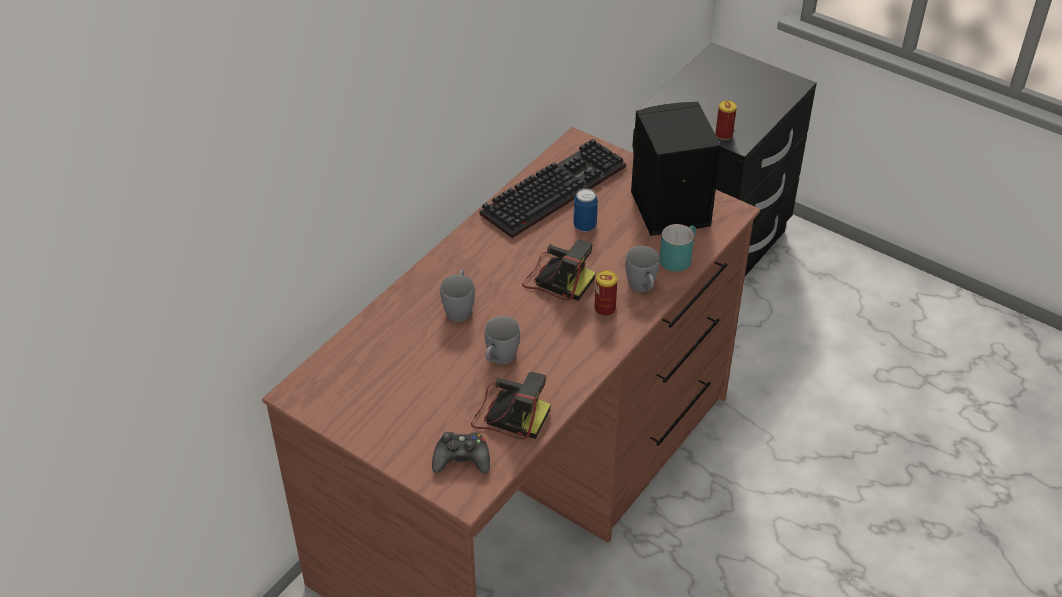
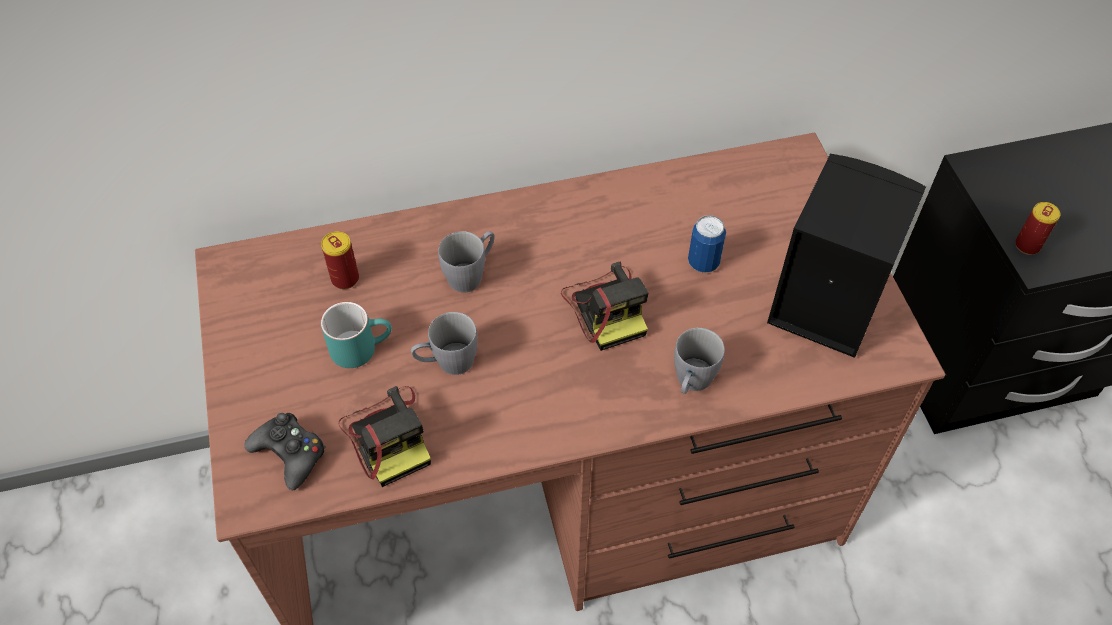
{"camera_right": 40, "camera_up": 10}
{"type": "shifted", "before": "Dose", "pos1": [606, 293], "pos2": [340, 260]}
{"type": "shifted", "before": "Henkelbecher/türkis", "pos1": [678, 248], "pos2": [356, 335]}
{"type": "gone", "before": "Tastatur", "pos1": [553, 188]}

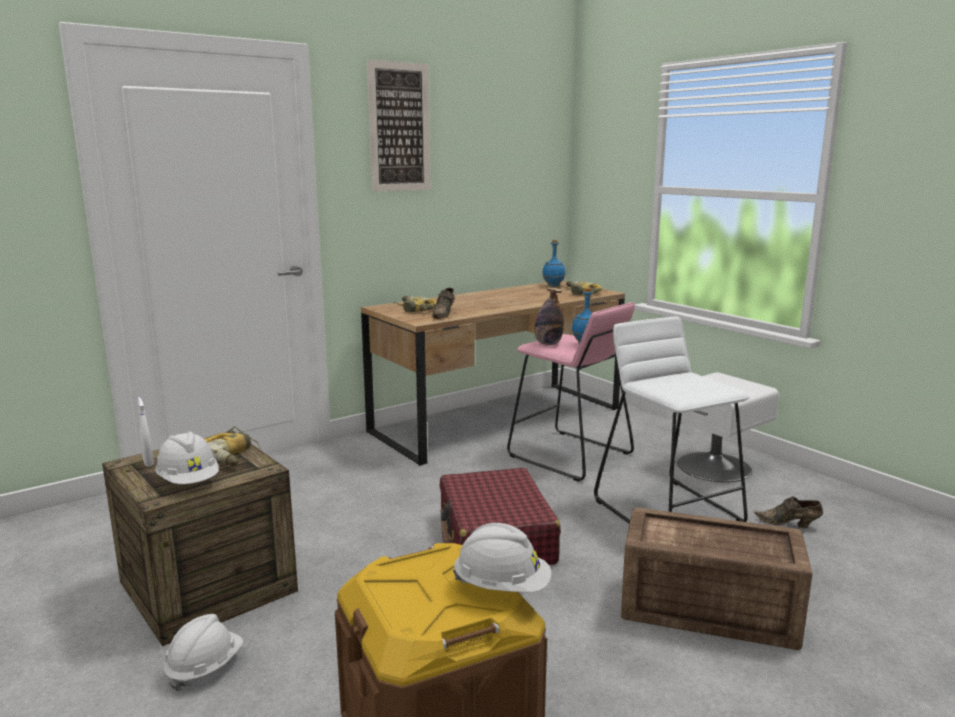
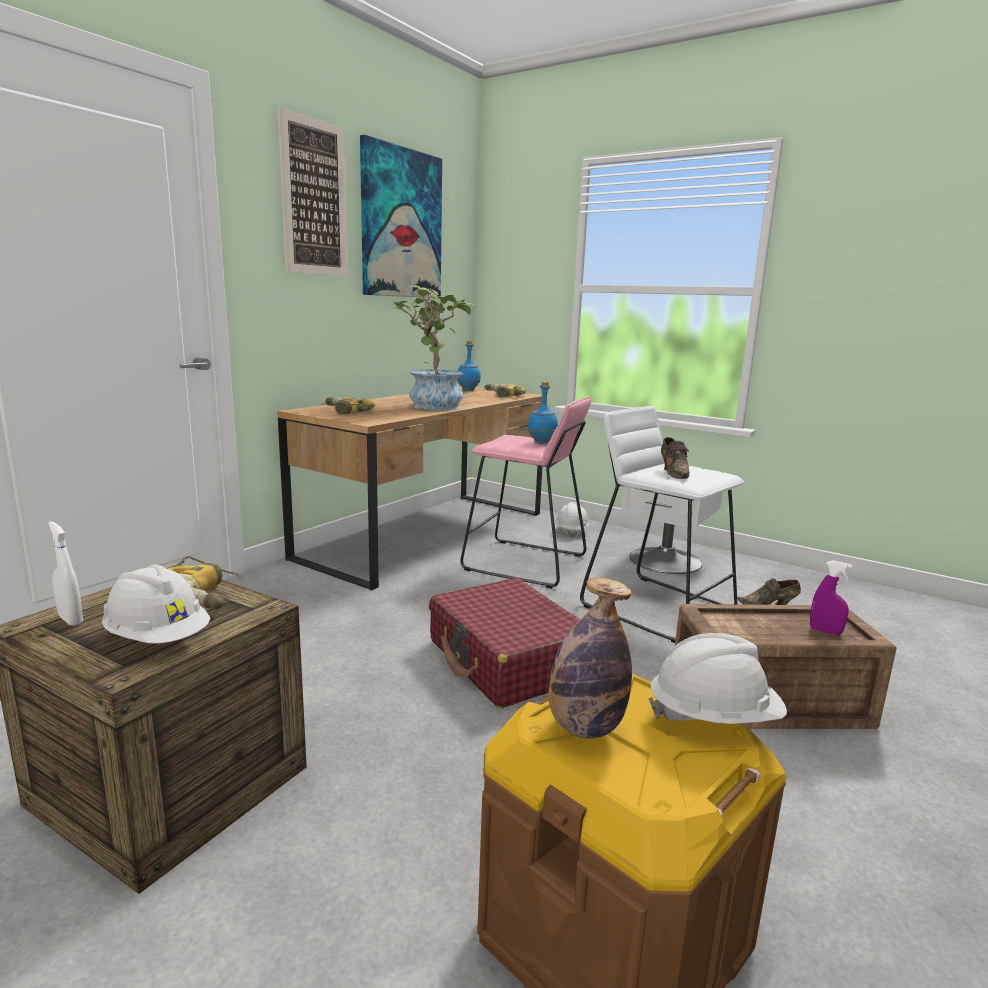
{"camera_right": -20, "camera_up": 0}
{"type": "new", "after": "Bild", "pos2": [401, 216]}
{"type": "new", "after": "Topfpflanze", "pos2": [430, 347]}
{"type": "shifted", "before": "Flasche", "pos1": [549, 316], "pos2": [590, 658]}
{"type": "shifted", "before": "Schutzhelm/weiß", "pos1": [203, 652], "pos2": [572, 520]}
{"type": "shifted", "before": "Schuh/braun", "pos1": [443, 303], "pos2": [675, 458]}
{"type": "new", "after": "Sprühflasche/lila", "pos2": [831, 597]}

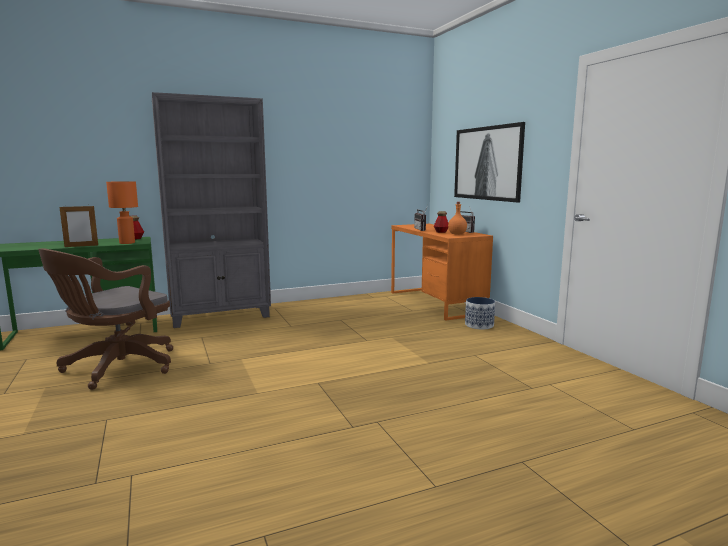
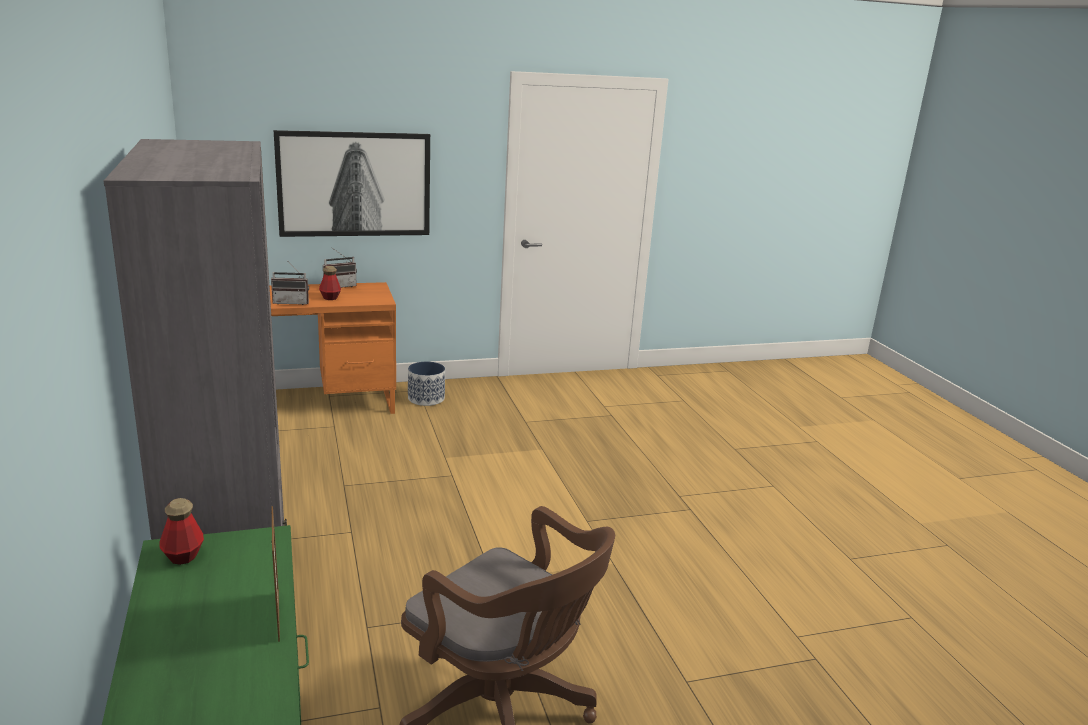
{"camera_right": -85, "camera_up": 10}
{"type": "gone", "before": "Tischlampe/orange", "pos1": [122, 212]}
{"type": "gone", "before": "Flasche/orange", "pos1": [457, 218]}

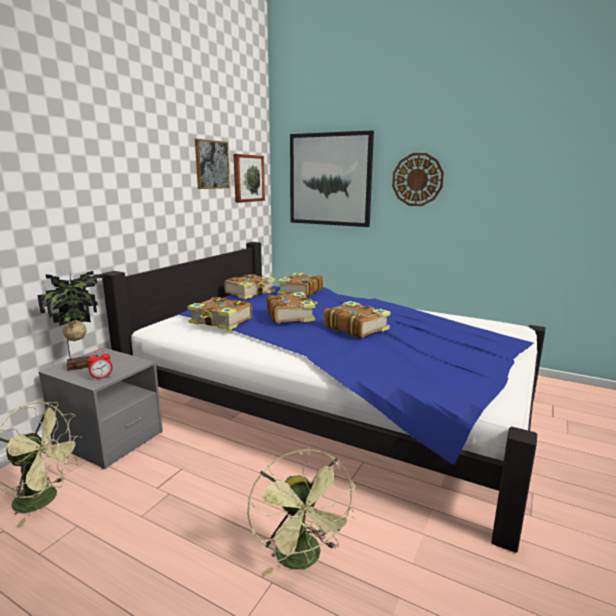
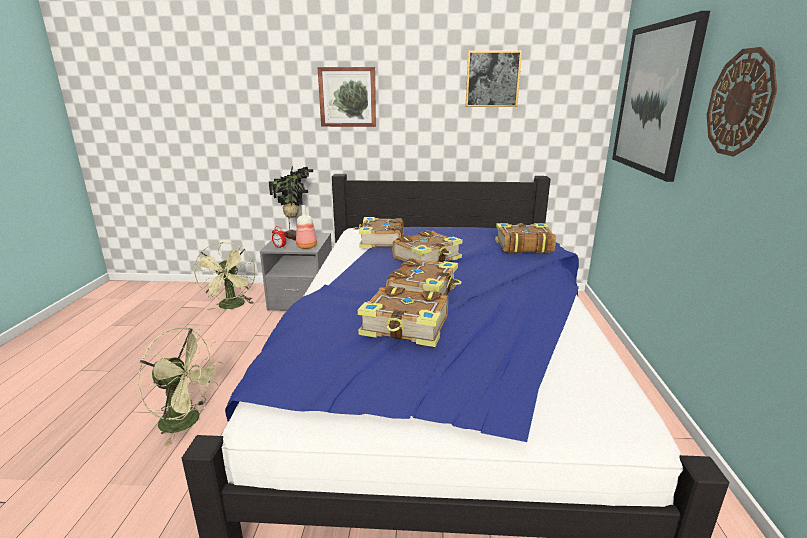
{"camera_right": 65, "camera_up": 5}
{"type": "rotated", "before": "Ventilator/grün", "pos1": [302, 513], "pos2": [180, 386], "turn": -120}
{"type": "new", "after": "Flasche", "pos2": [306, 227]}
{"type": "shifted", "before": "Bild", "pos1": [249, 178], "pos2": [347, 97]}
{"type": "shifted", "before": "Buch", "pos1": [249, 286], "pos2": [403, 316]}

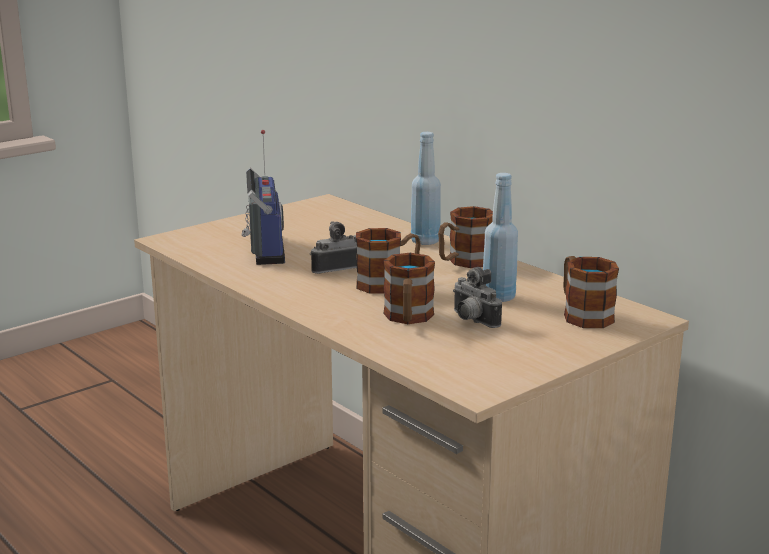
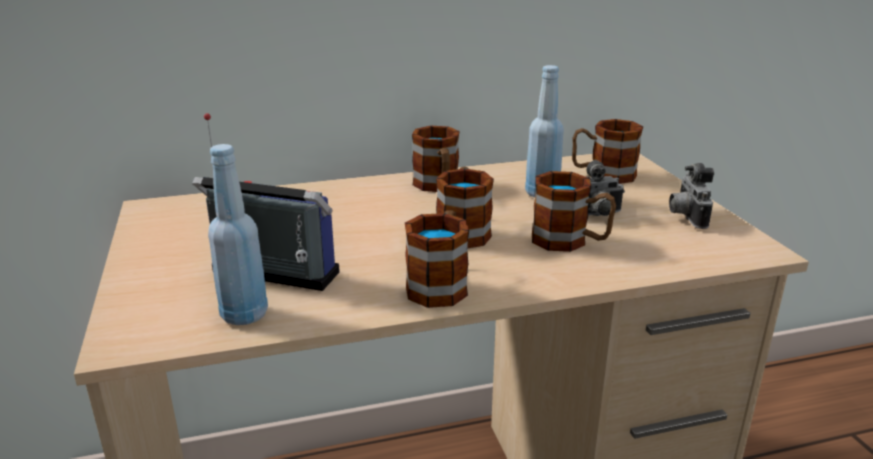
{"camera_right": -65, "camera_up": 5}
{"type": "shifted", "before": "Flasche/blau", "pos1": [426, 188], "pos2": [238, 234]}
{"type": "new", "after": "Henkelbecher", "pos2": [437, 259]}
{"type": "shifted", "before": "Kamera", "pos1": [333, 247], "pos2": [691, 196]}

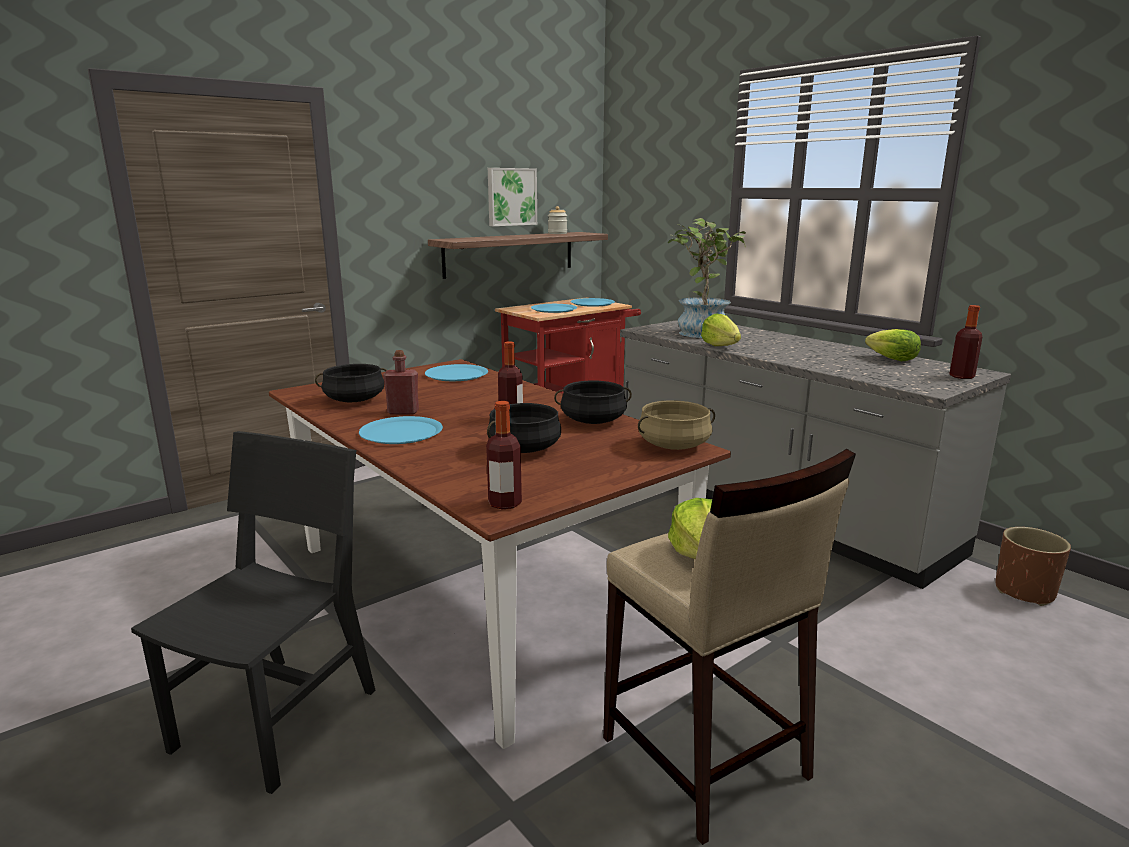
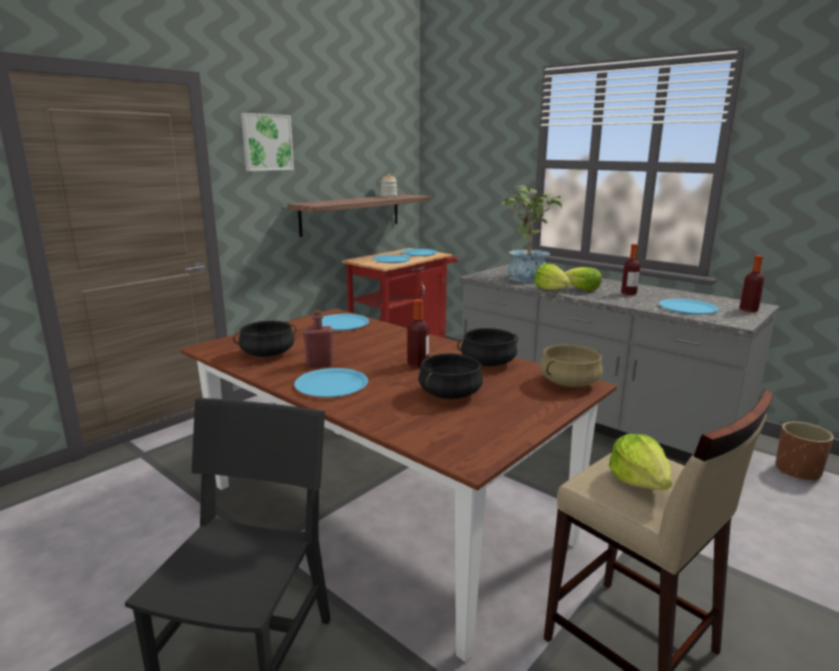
{"camera_right": -10, "camera_up": 0}
{"type": "shifted", "before": "Bild", "pos1": [512, 197], "pos2": [267, 142]}
{"type": "shifted", "before": "Salatkopf", "pos1": [893, 345], "pos2": [583, 279]}
{"type": "shifted", "before": "Flasche", "pos1": [504, 455], "pos2": [630, 269]}
{"type": "new", "after": "Teller/blau", "pos2": [689, 307]}

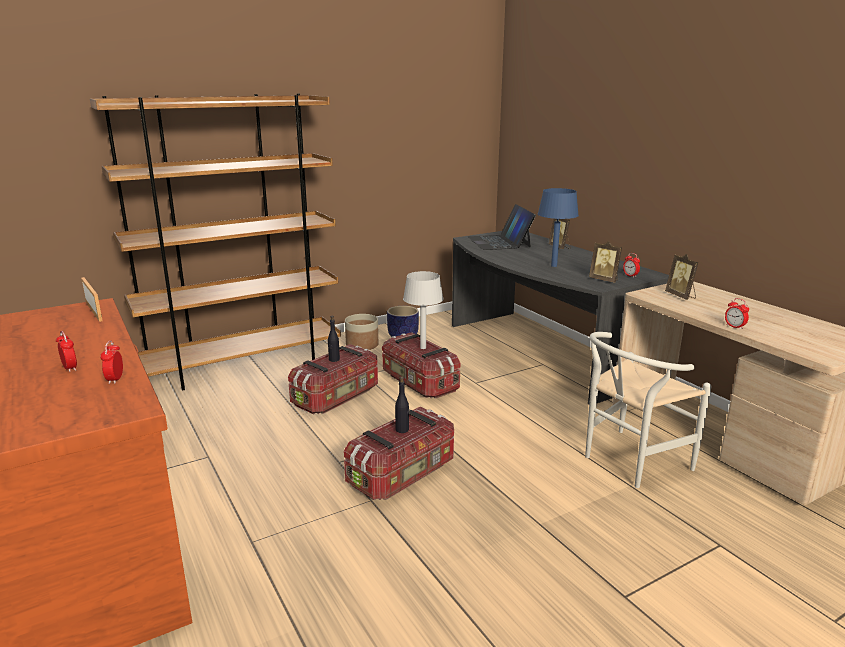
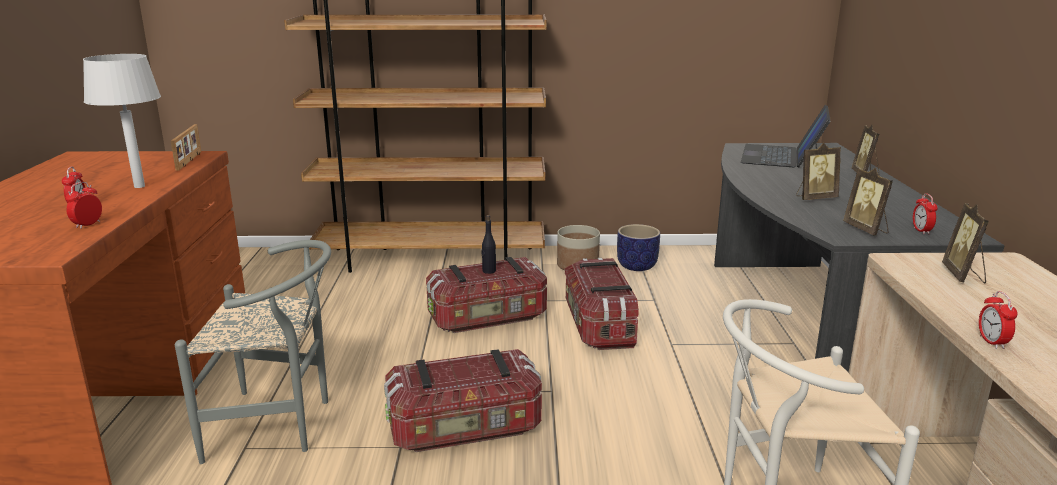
{"camera_right": 30, "camera_up": 0}
{"type": "shifted", "before": "Tischlampe/grau", "pos1": [423, 310], "pos2": [122, 121]}
{"type": "new", "after": "Stuhl/grau", "pos2": [253, 352]}
{"type": "swapped", "before": "Tischlampe/blau", "after": "Bilderrahmen", "pos1": [558, 227], "pos2": [818, 171]}
{"type": "gone", "before": "Flasche/schwarz", "pos1": [402, 404]}

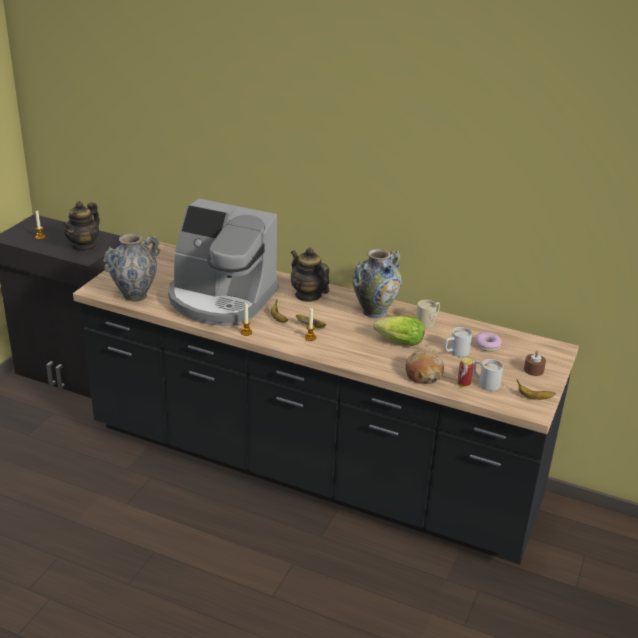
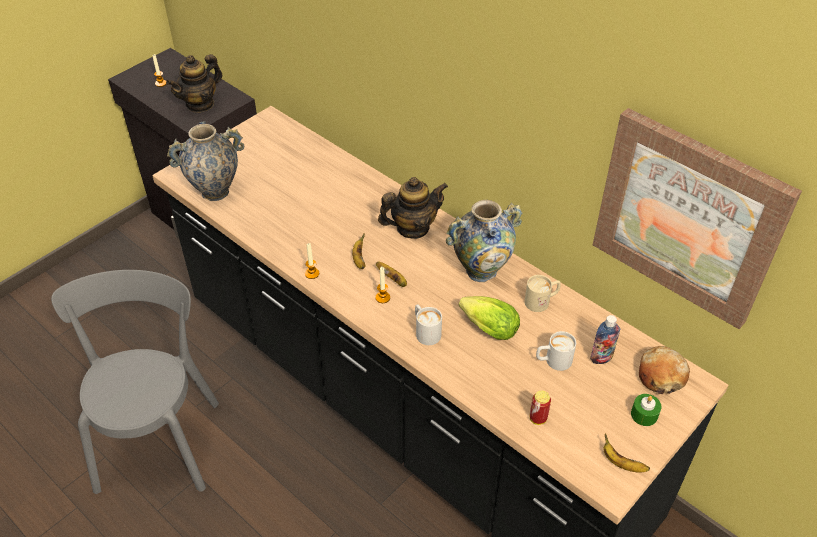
{"camera_right": 20, "camera_up": 15}
{"type": "new", "after": "Stuhl/grau", "pos2": [135, 382]}
{"type": "rotated", "before": "Teekanne", "pos1": [310, 274], "pos2": [413, 208], "turn": 90}
{"type": "shifted", "before": "Henkelbecher/weiß", "pos1": [488, 375], "pos2": [428, 324]}
{"type": "swapped", "before": "Donut", "after": "Flasche", "pos1": [488, 342], "pos2": [605, 339]}
{"type": "new", "after": "Bild", "pos2": [697, 218]}
{"type": "repainted", "before": "Kerze/braun", "after": "Kerze/grün", "pos1": [535, 363], "pos2": [646, 410]}
{"type": "shifted", "before": "Brot", "pos1": [425, 367], "pos2": [664, 370]}
{"type": "gone", "before": "Kaffeemaschine", "pos1": [223, 262]}

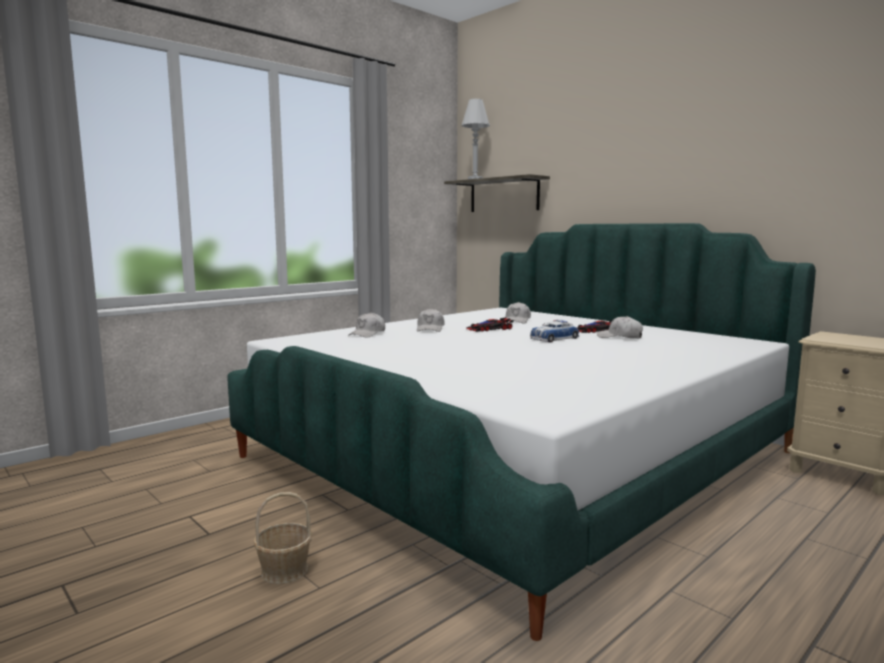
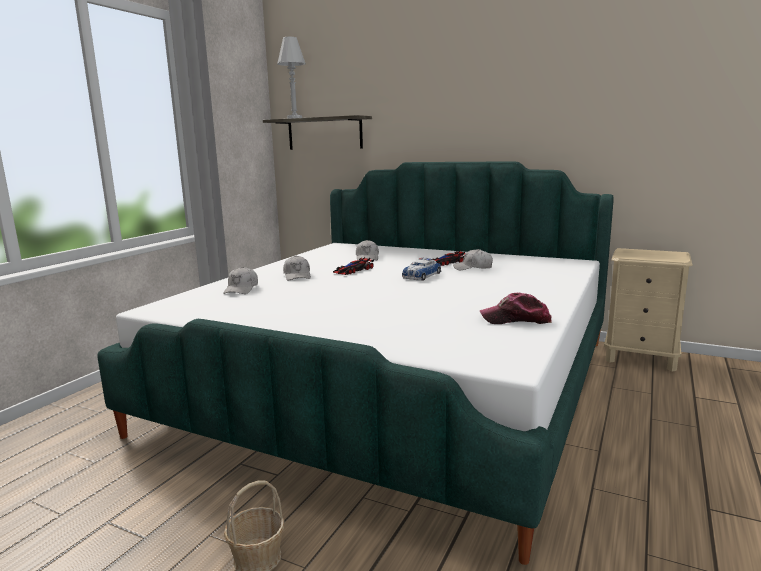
{"camera_right": -20, "camera_up": 5}
{"type": "new", "after": "Kappe", "pos2": [516, 308]}

